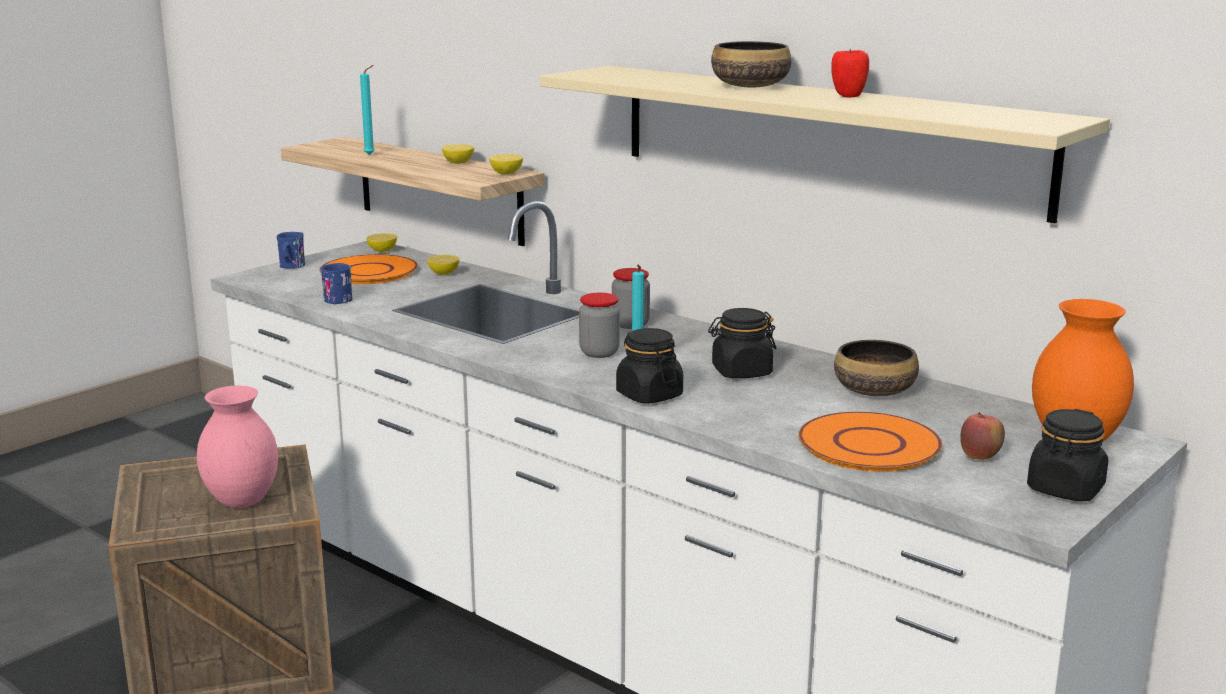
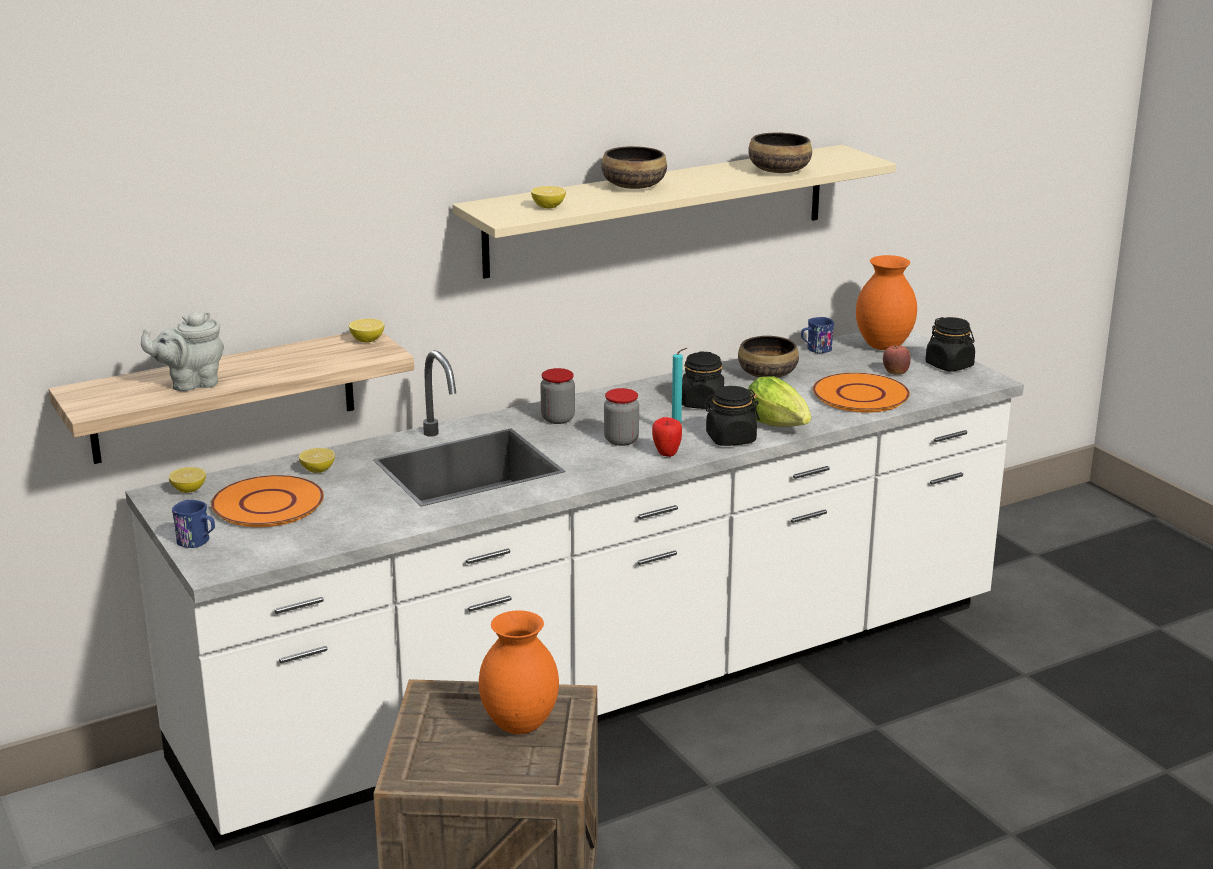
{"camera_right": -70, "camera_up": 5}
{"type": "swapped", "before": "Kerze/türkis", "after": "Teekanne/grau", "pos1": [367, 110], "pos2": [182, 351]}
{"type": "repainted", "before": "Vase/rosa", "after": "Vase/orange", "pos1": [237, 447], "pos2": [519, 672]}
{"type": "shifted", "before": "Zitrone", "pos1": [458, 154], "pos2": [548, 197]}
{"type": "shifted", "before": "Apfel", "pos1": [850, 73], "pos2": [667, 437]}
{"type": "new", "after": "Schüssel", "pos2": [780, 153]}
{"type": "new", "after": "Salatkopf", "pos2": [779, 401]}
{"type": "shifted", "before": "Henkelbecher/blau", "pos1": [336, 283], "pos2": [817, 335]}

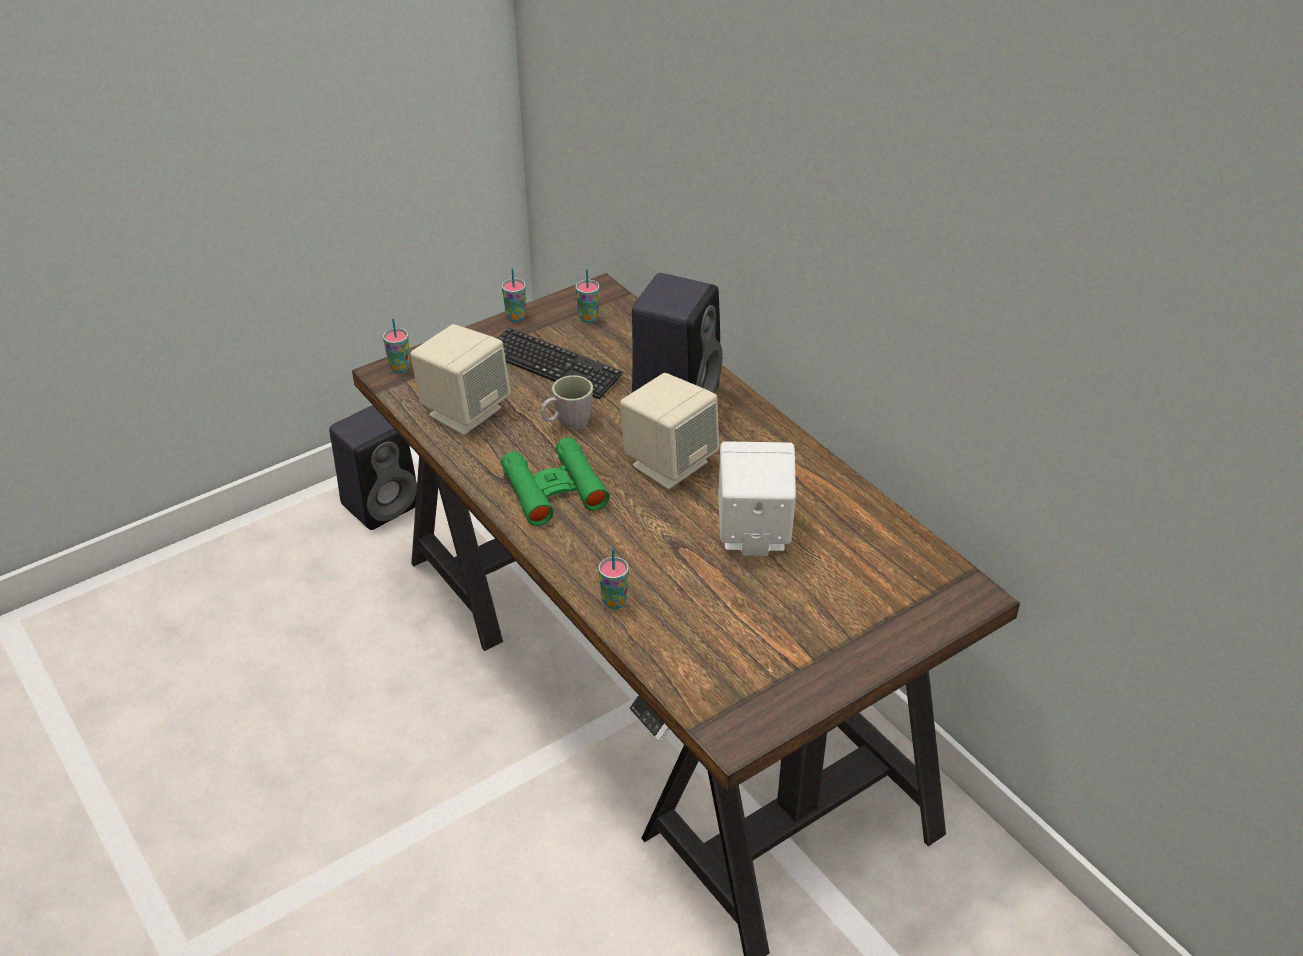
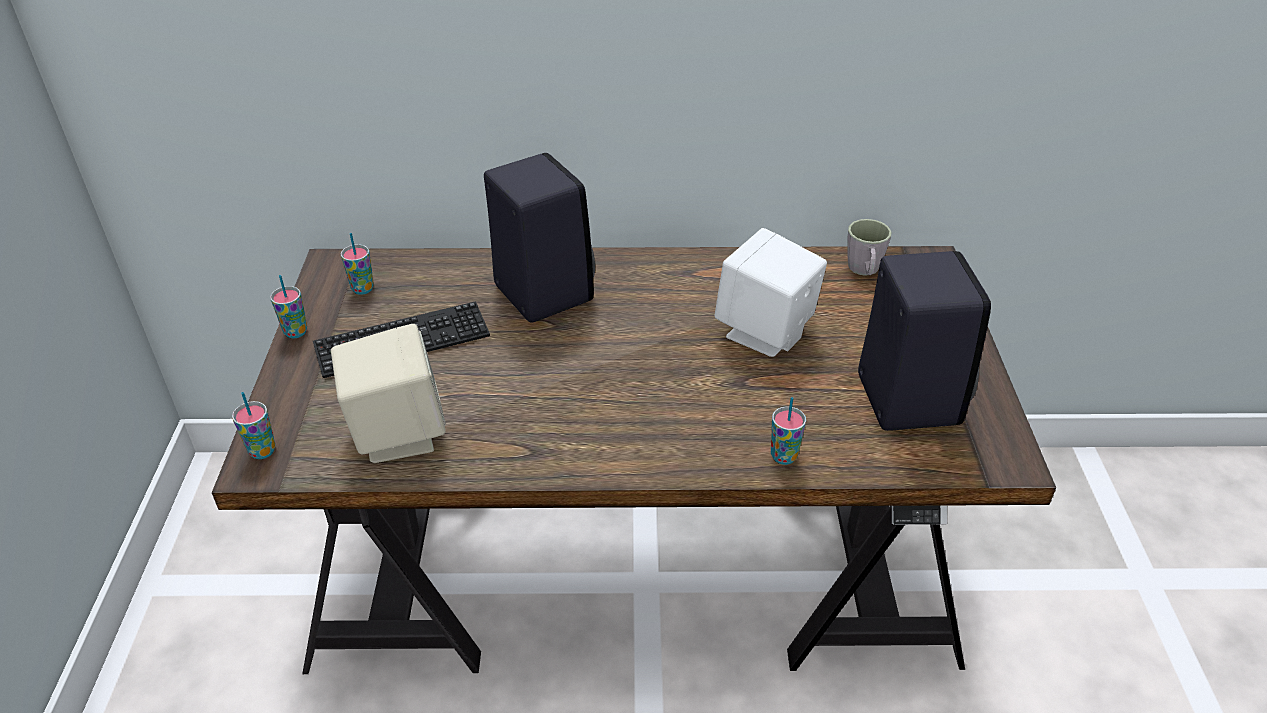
{"camera_right": -55, "camera_up": 0}
{"type": "shifted", "before": "Henkelbecher/grau", "pos1": [567, 402], "pos2": [869, 247]}
{"type": "shifted", "before": "Lautsprecher/schwarz", "pos1": [373, 467], "pos2": [924, 341]}
{"type": "gone", "before": "Fernglas/grün", "pos1": [555, 481]}
{"type": "gone", "before": "Lautsprecher/beige", "pos1": [669, 431]}

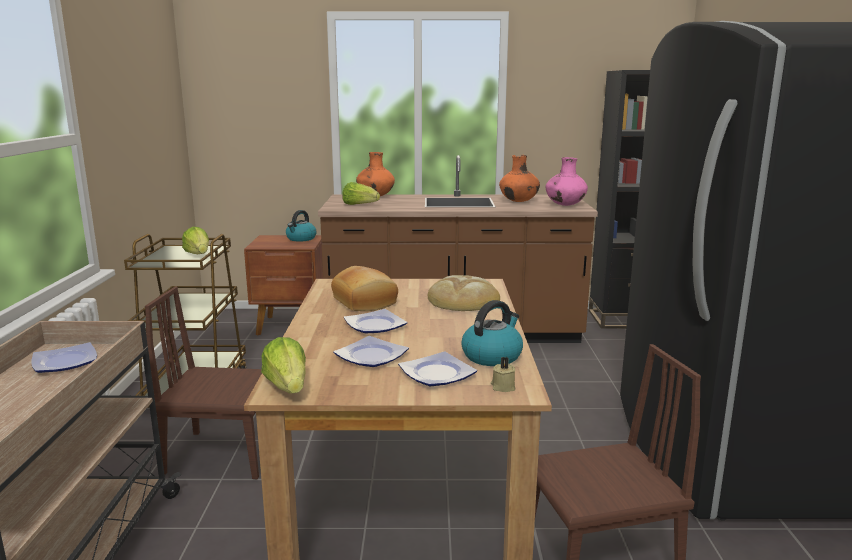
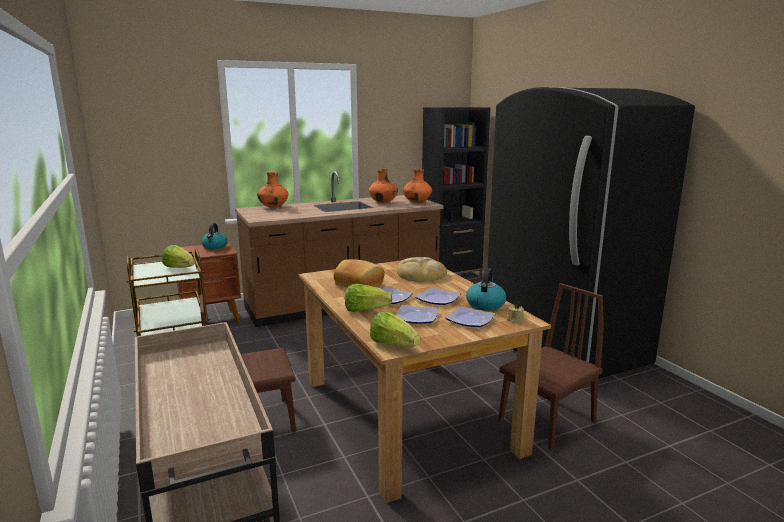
{"camera_right": -25, "camera_up": 0}
{"type": "shifted", "before": "Salatkopf", "pos1": [361, 193], "pos2": [369, 298]}
{"type": "repainted", "before": "Vase/rosa", "after": "Vase/orange", "pos1": [566, 181], "pos2": [417, 186]}
{"type": "shifted", "before": "Teller", "pos1": [64, 357], "pos2": [438, 296]}

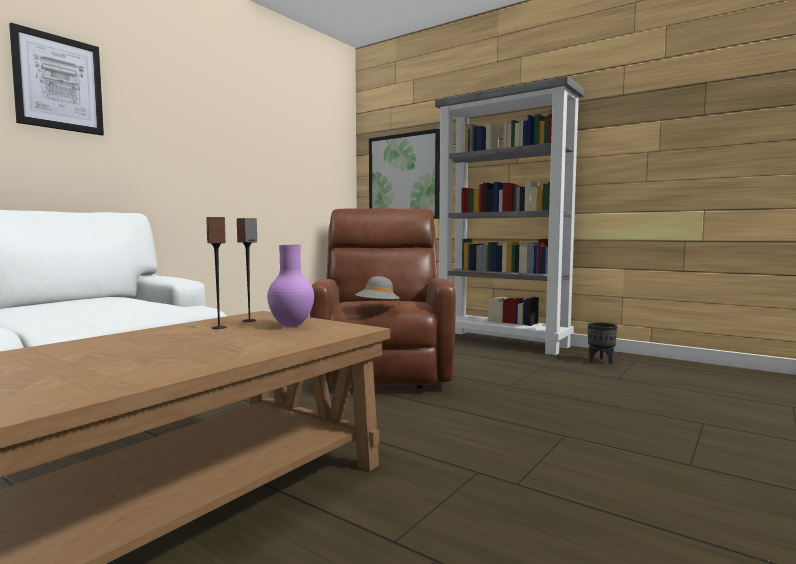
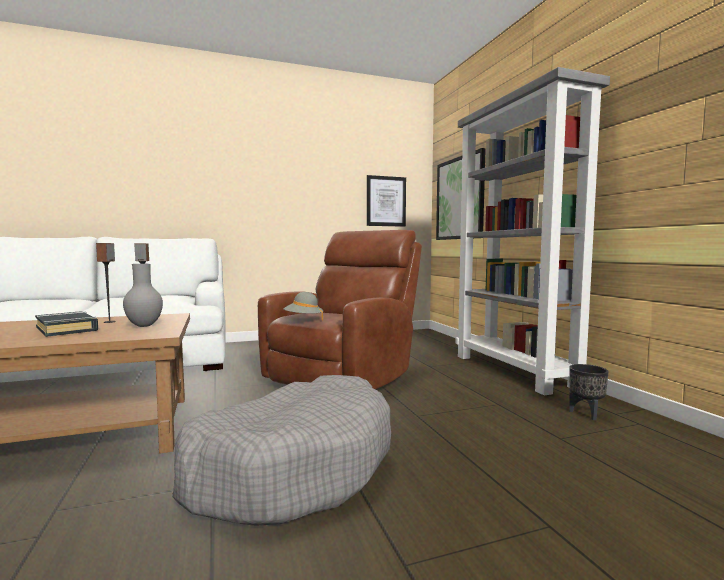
{"camera_right": 35, "camera_up": 0}
{"type": "new", "after": "Buch/schwarz", "pos2": [66, 324]}
{"type": "repainted", "before": "Vase/lila", "after": "Vase/grau", "pos1": [290, 286], "pos2": [143, 295]}
{"type": "new", "after": "Hundebett/grau", "pos2": [281, 450]}
{"type": "shifted", "before": "Bild", "pos1": [56, 79], "pos2": [386, 201]}

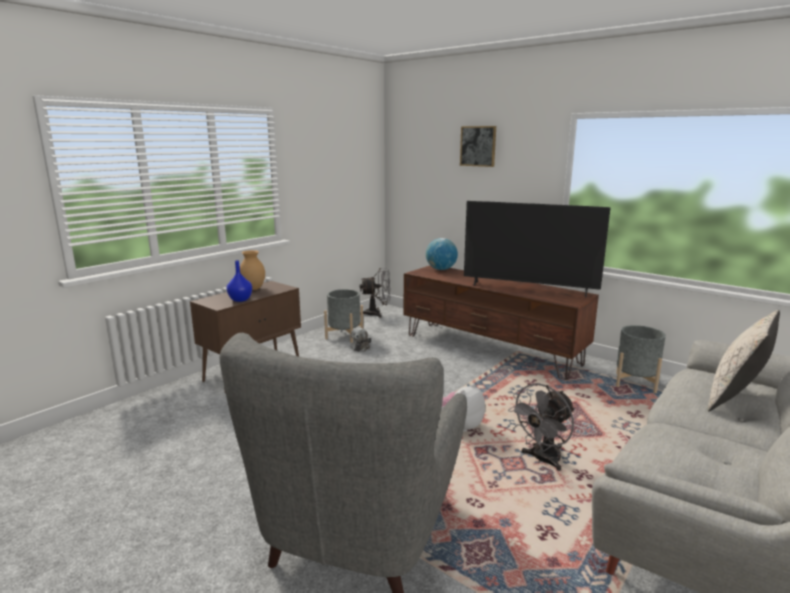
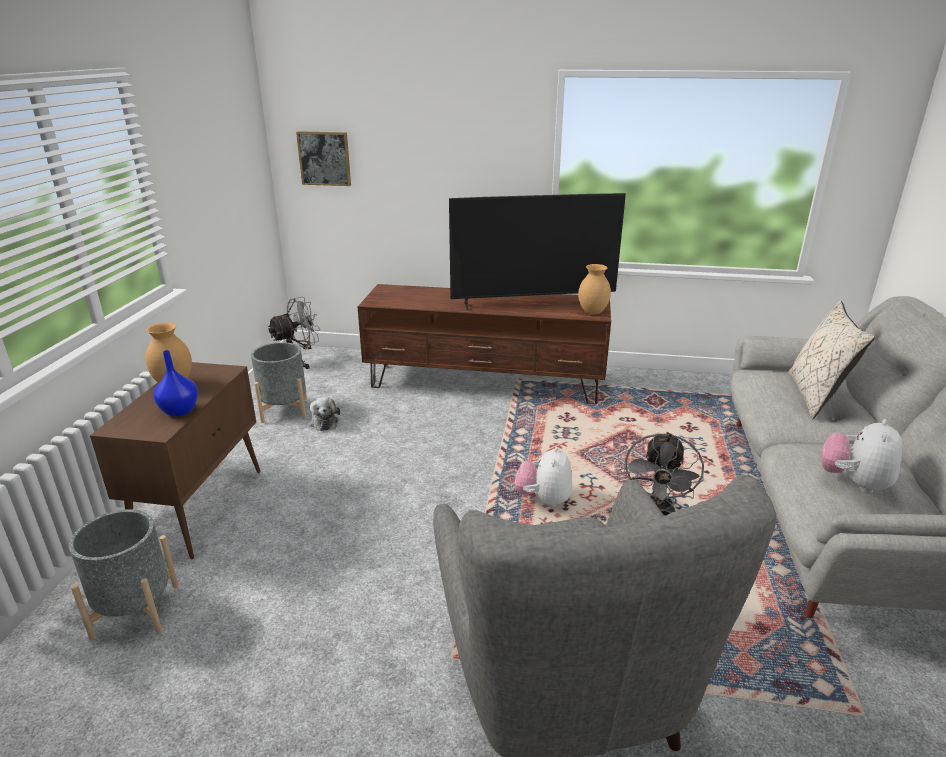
{"camera_right": -30, "camera_up": 10}
{"type": "shifted", "before": "Pflanzkübel/grau", "pos1": [641, 359], "pos2": [124, 575]}
{"type": "shifted", "before": "Bild", "pos1": [478, 146], "pos2": [323, 158]}
{"type": "new", "after": "Vase/braun", "pos2": [594, 289]}
{"type": "new", "after": "Plüschtier", "pos2": [861, 456]}
{"type": "gone", "before": "Globus", "pos1": [442, 254]}

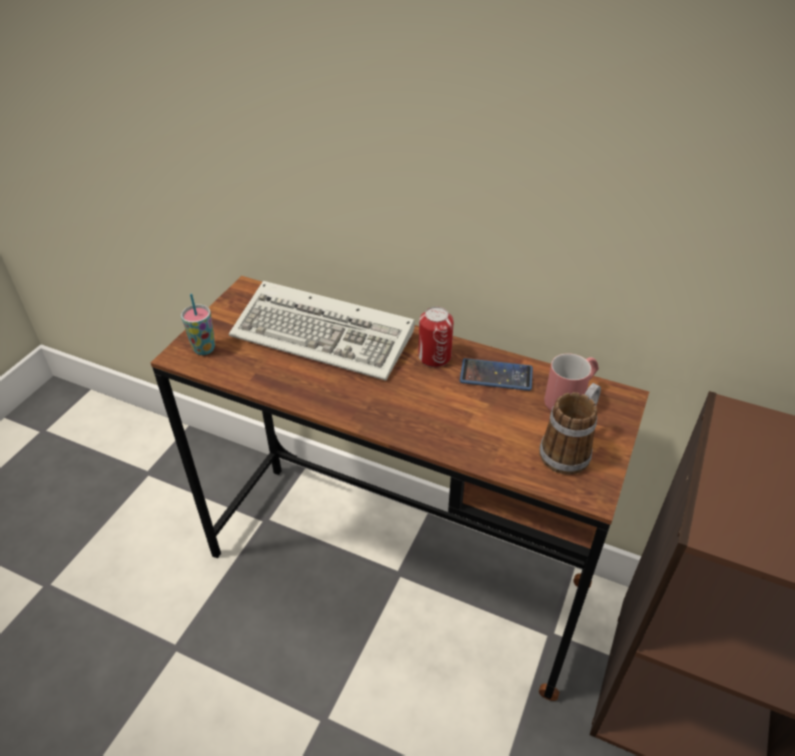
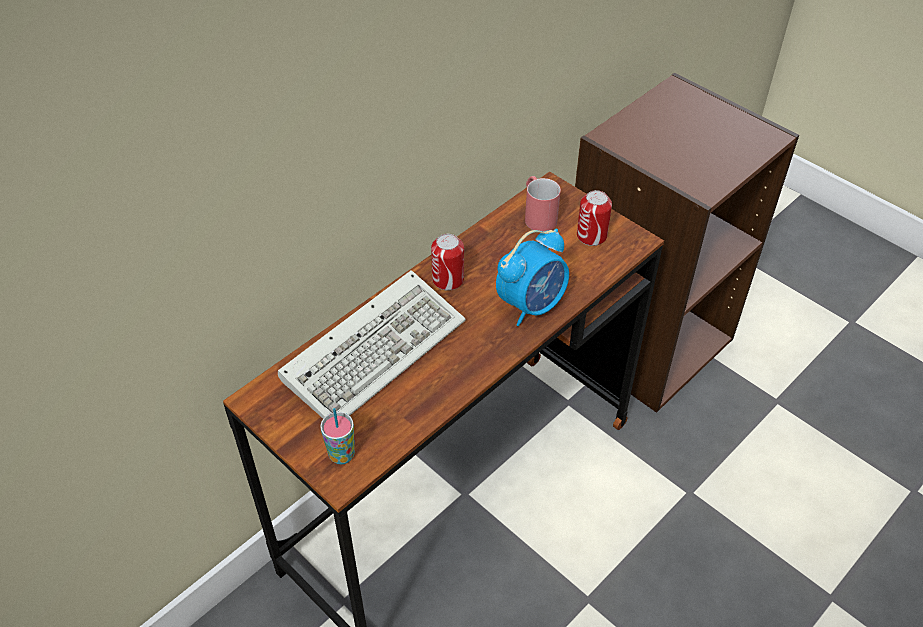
{"camera_right": -70, "camera_up": 5}
{"type": "new", "after": "Wecker", "pos2": [532, 277]}
{"type": "swapped", "before": "Henkelbecher", "after": "Dose", "pos1": [570, 429], "pos2": [594, 218]}
{"type": "gone", "before": "Handy", "pos1": [496, 374]}

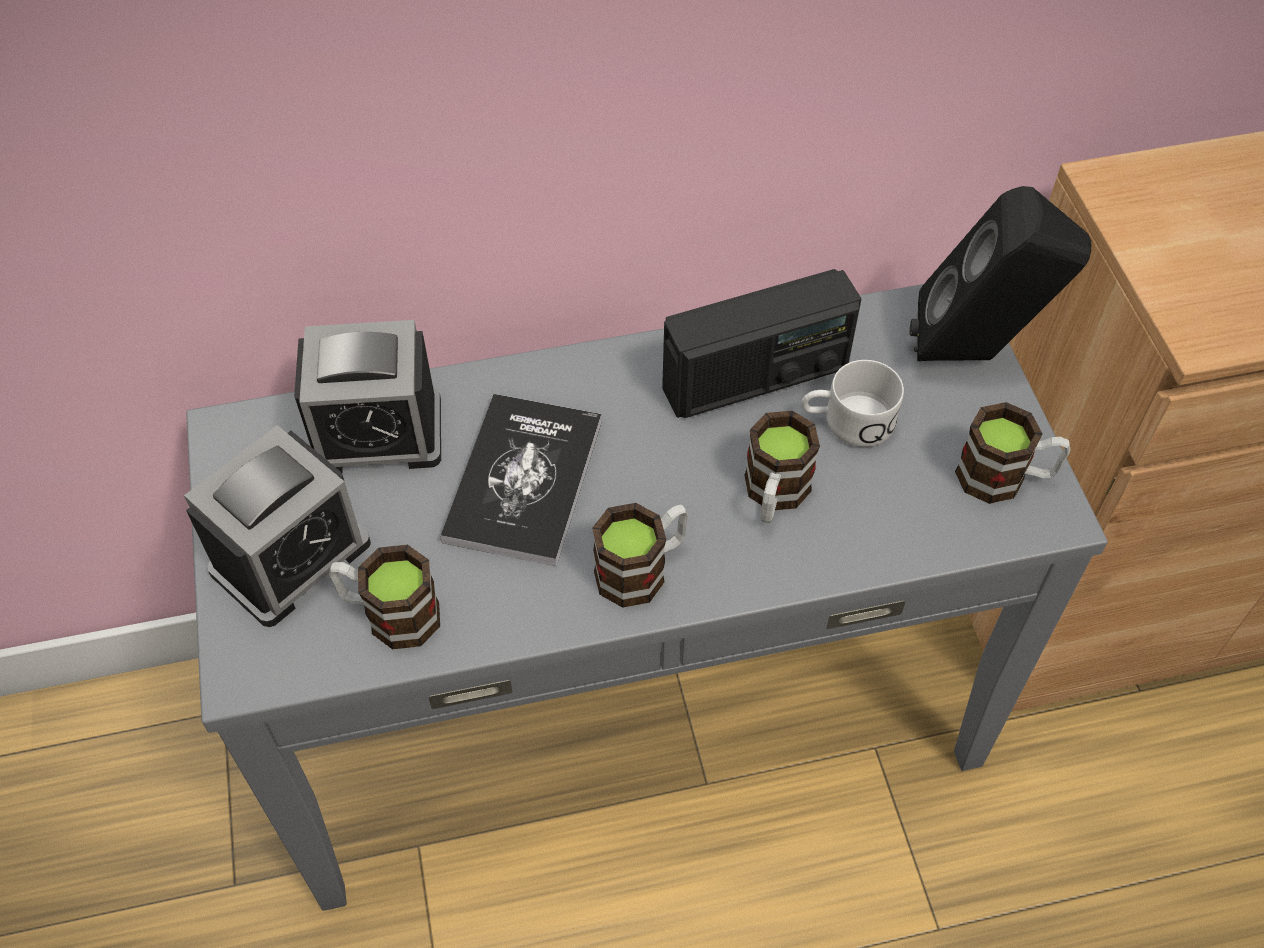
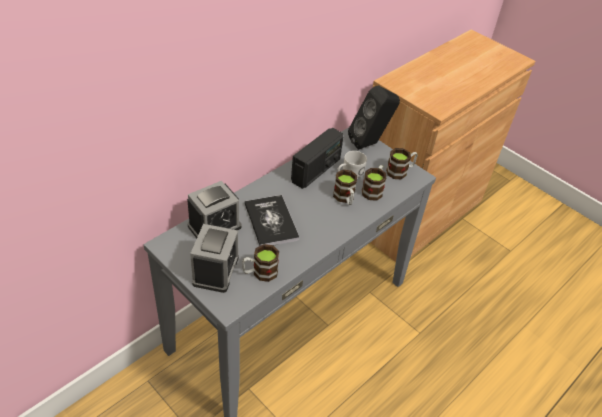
{"camera_right": -35, "camera_up": -10}
{"type": "shifted", "before": "Henkelbecher", "pos1": [640, 555], "pos2": [374, 183]}

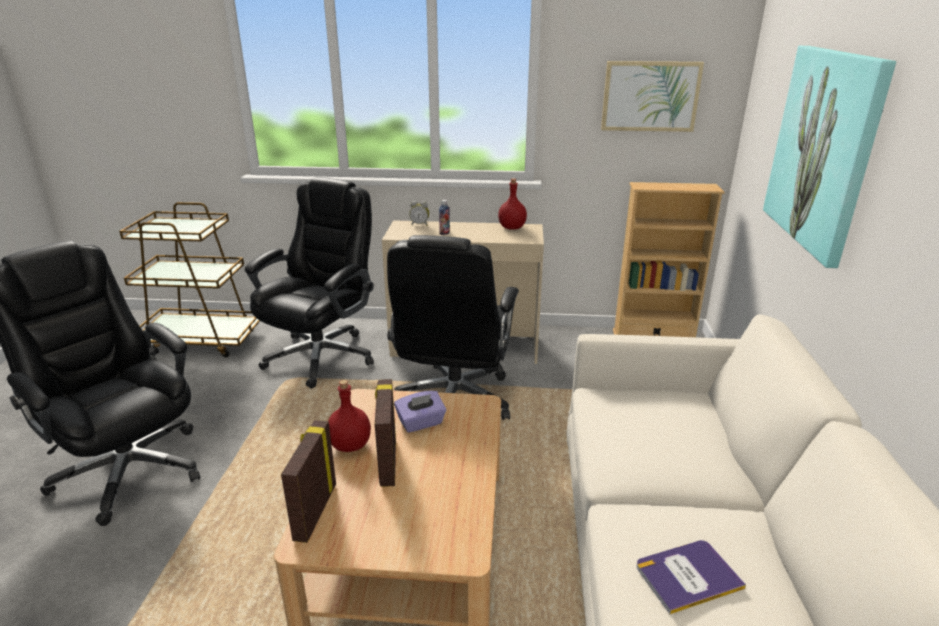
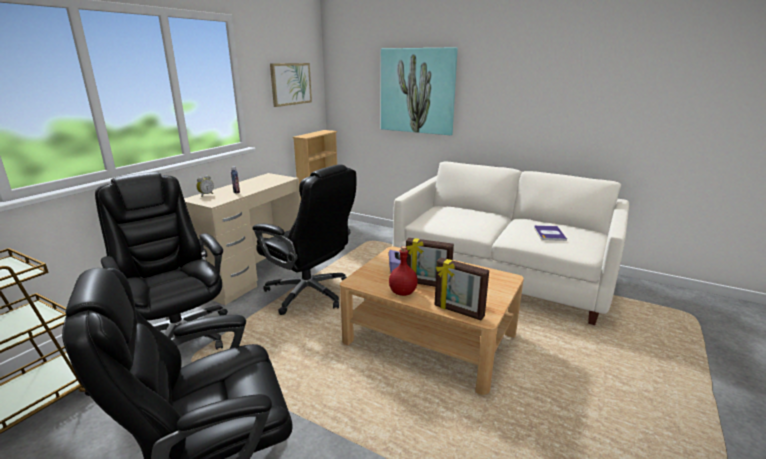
{"camera_right": -65, "camera_up": -5}
{"type": "gone", "before": "Flasche/rot", "pos1": [512, 204]}

